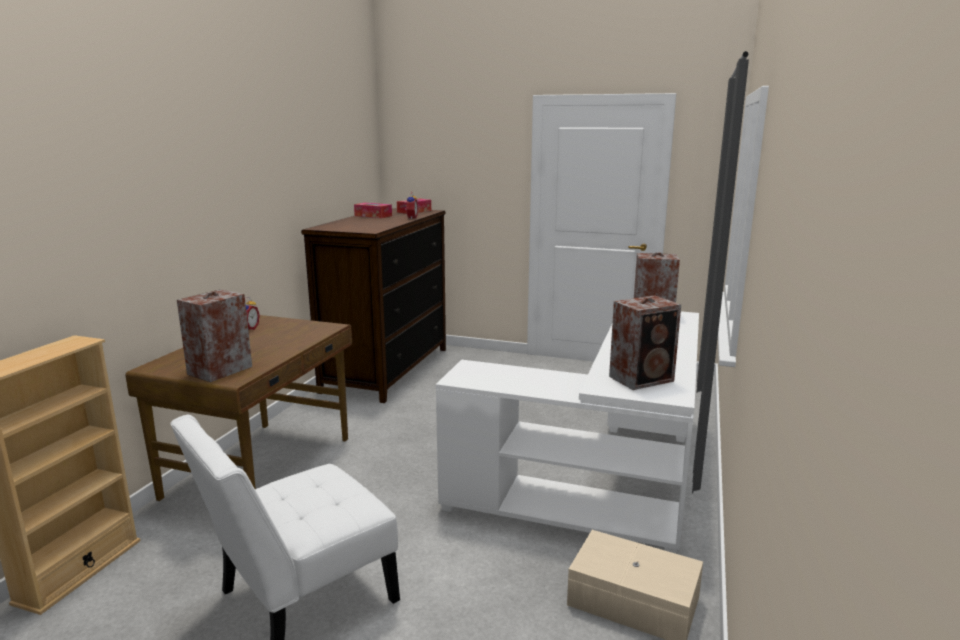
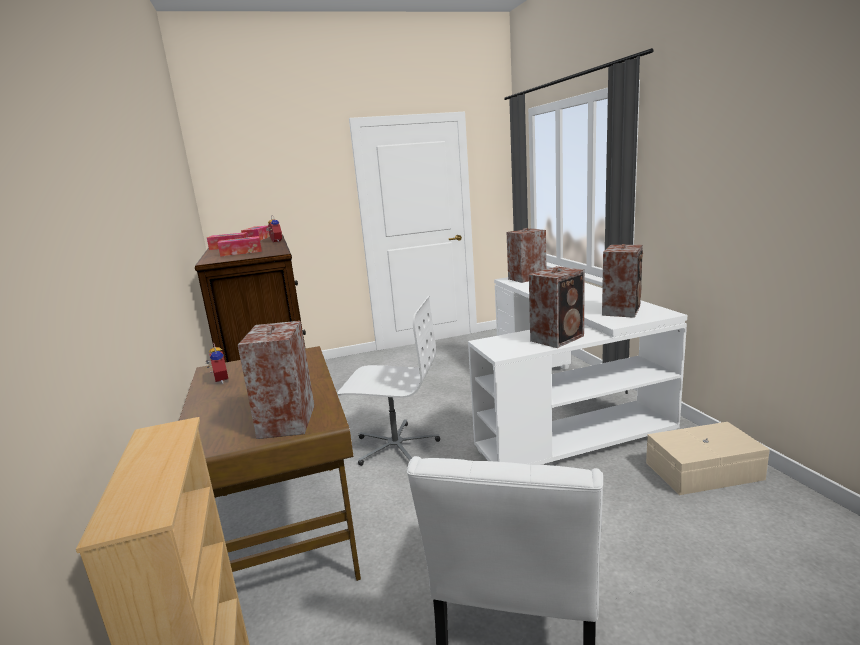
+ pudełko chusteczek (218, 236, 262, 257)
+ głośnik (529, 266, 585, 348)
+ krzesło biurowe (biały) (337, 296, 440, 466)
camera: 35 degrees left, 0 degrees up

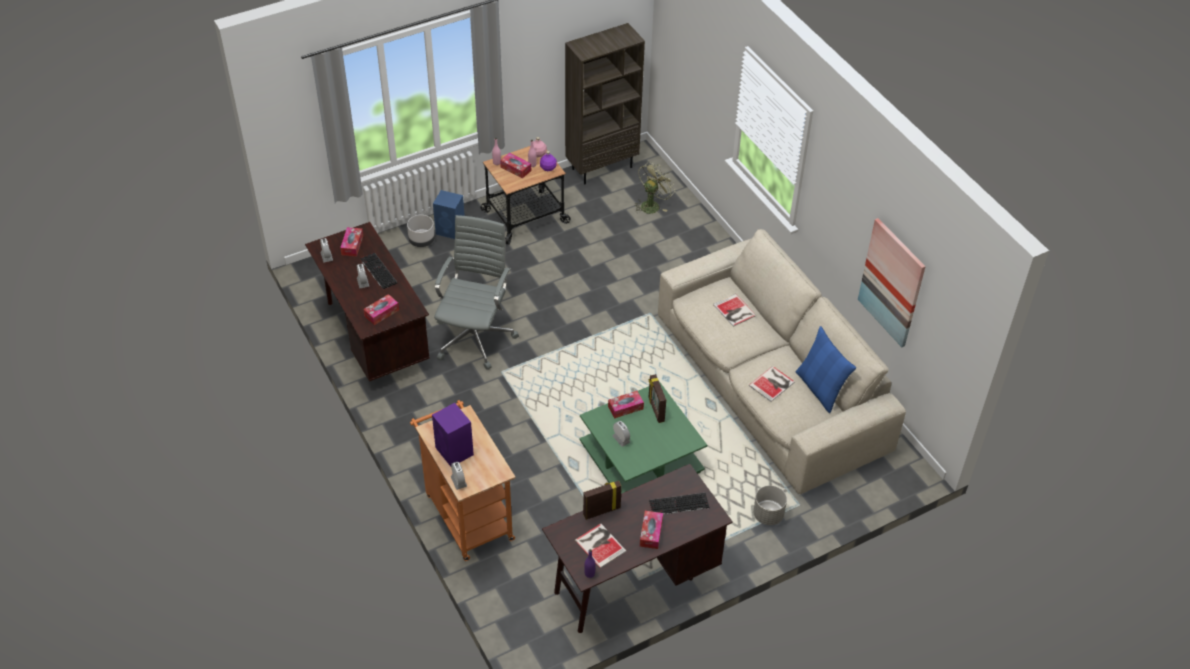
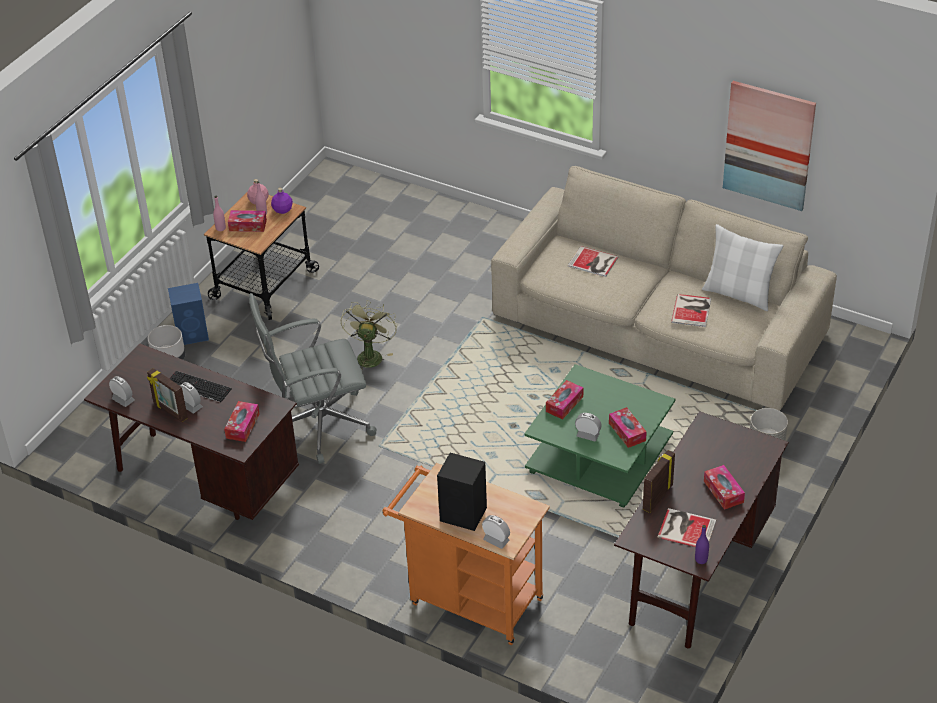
- regał (brązowy) (565, 23, 645, 184)
~ wentylator (zielony) (635, 161, 676, 214) to (341, 300, 397, 371)
~ krzesło biurowe (szary) (434, 215, 519, 369) = (249, 293, 376, 464) 90 degrees counterclockwise
~ pudełko chusteczek (340, 227, 363, 256) to (609, 407, 647, 448)
~ poduszka (niebieski) (796, 326, 856, 413) to poduszka (biały) (702, 224, 783, 311)
~ ramka na zdjęcie (649, 374, 666, 423) to (147, 368, 188, 422)
~ głośnik (fioletowy) (432, 403, 474, 466) to głośnik (czarny) (437, 453, 487, 531)
- klawiatura (649, 493, 709, 515)
camera: 30 degrees left, 5 degrees down

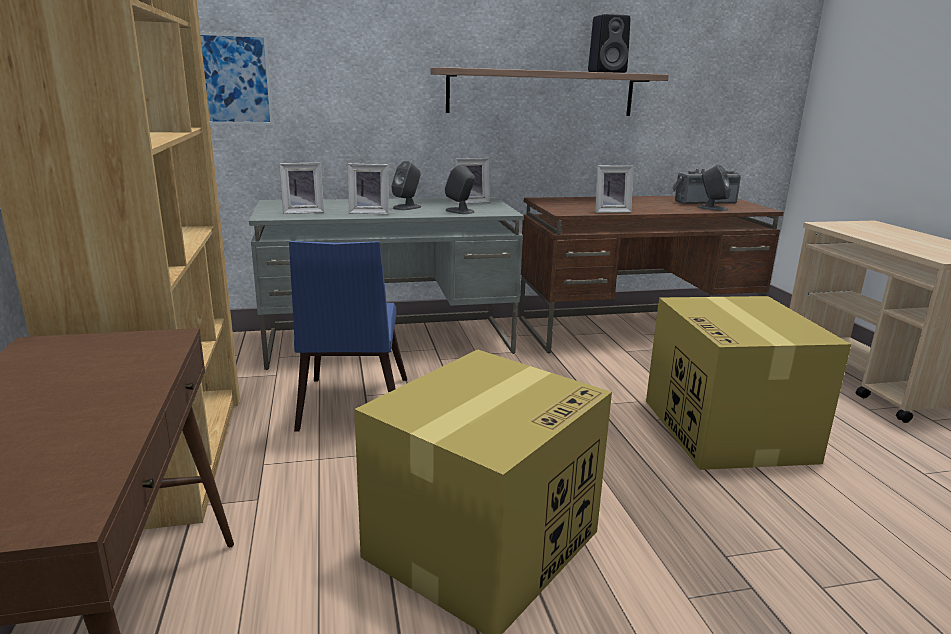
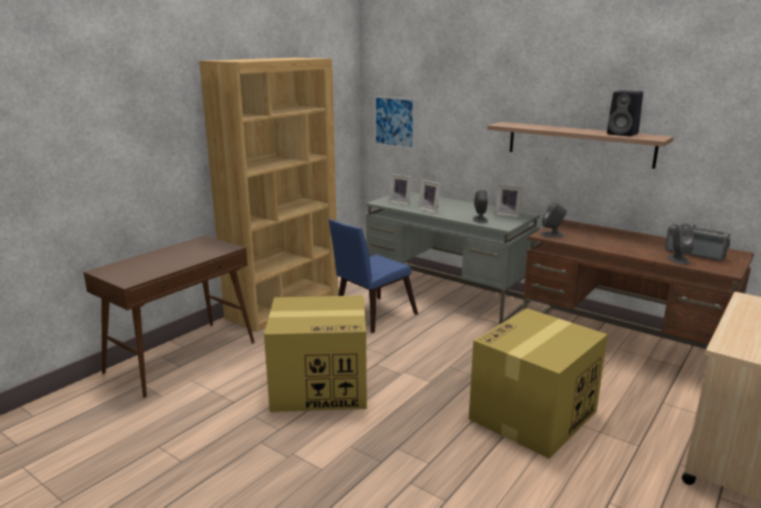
~ głośnik (szary) (391, 161, 421, 210) to (541, 202, 567, 237)
- ramka na zdjęcie (595, 166, 633, 213)
camera: 50 degrees right, 0 degrees up

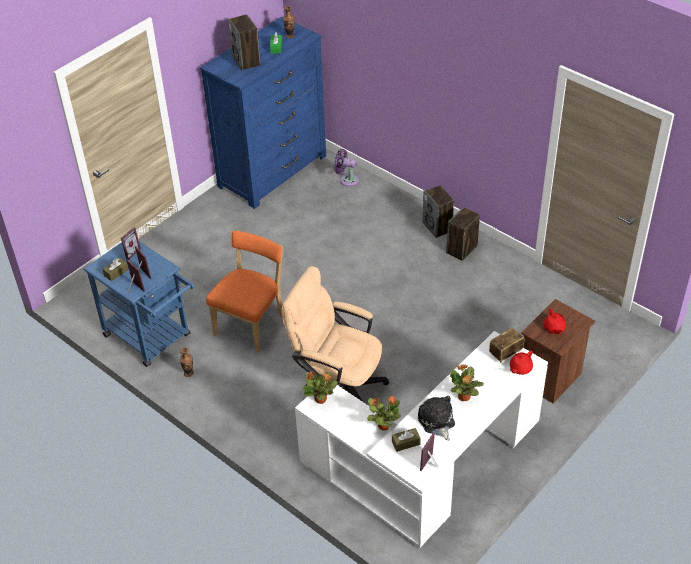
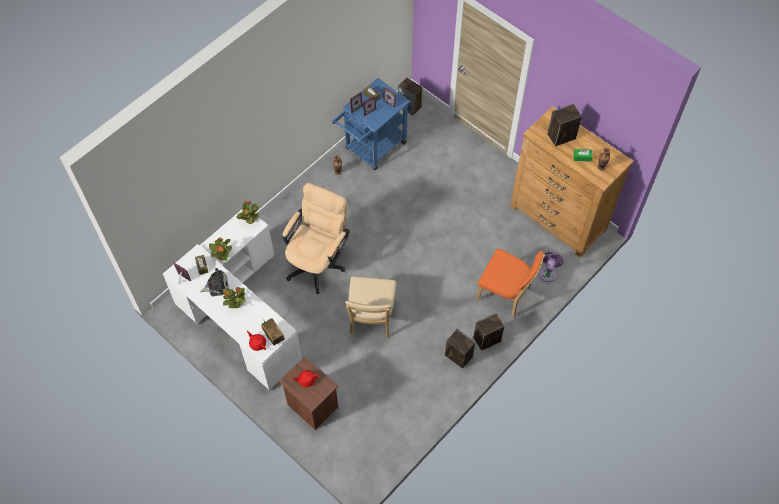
~ komoda (niebieski) (200, 17, 326, 209) to komoda (brązowy) (510, 106, 633, 258)
~ krzesło (pomarańczowy) (206, 230, 283, 353) to (476, 248, 545, 317)
+ głośnik (398, 78, 423, 116)
+ krzesło (beżowy) (345, 276, 396, 337)
camera: 90 degrees right, 15 degrees up

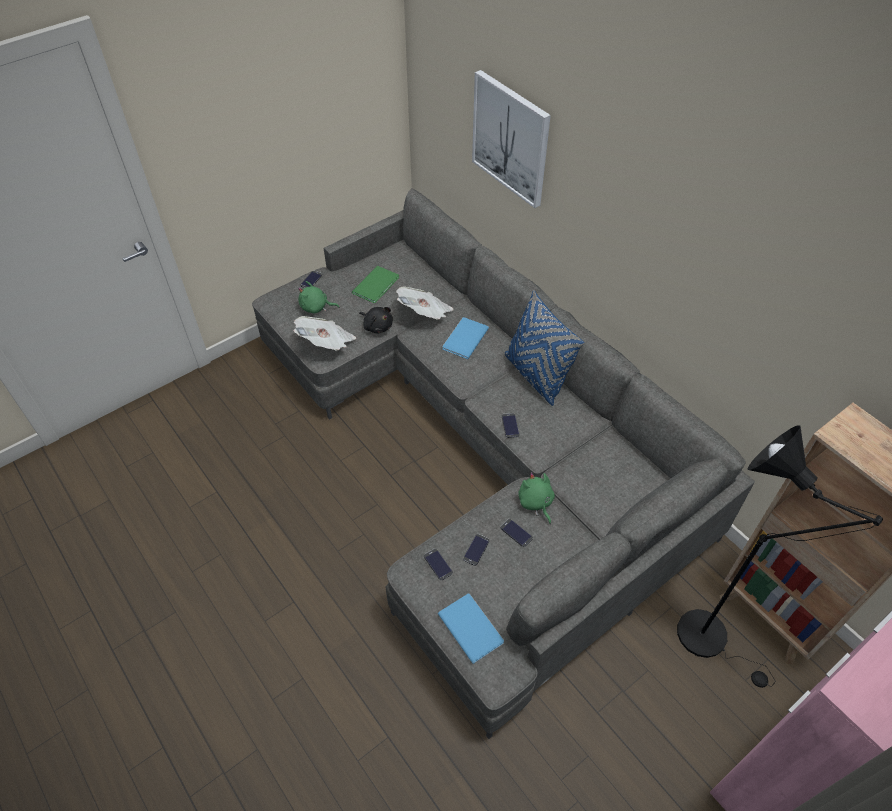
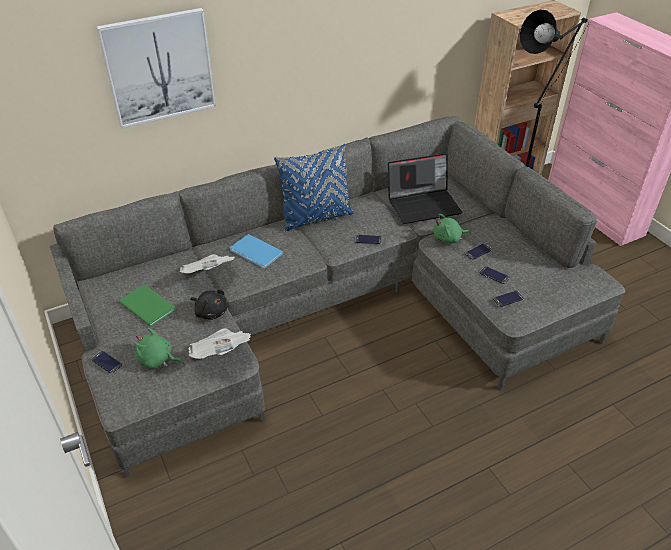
~ pluszak (zielony) (298, 281, 339, 313) = (135, 328, 184, 368) 90 degrees clockwise
~ pluszak (czarny) (359, 307, 393, 334) = (190, 290, 227, 320) 75 degrees clockwise
- książka (niebieski) (438, 594, 504, 664)
+ laptop (388, 153, 462, 224)
camera: 80 degrees left, 10 degrees down

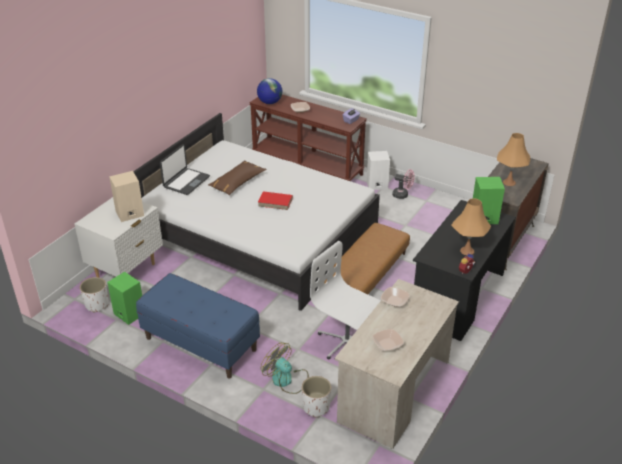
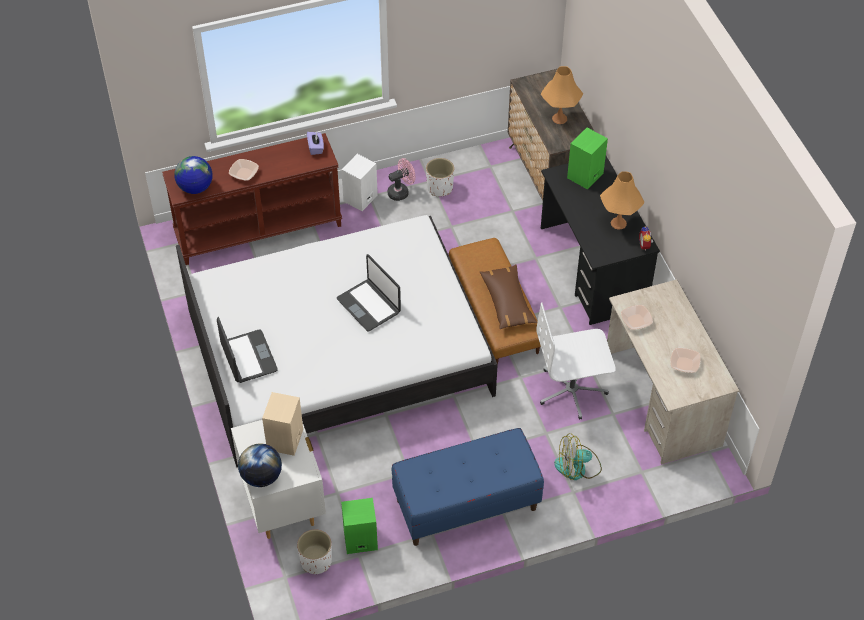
~ poduszka (brązowy) (208, 160, 267, 195) to (480, 264, 537, 329)
~ książka (czerwony) (258, 191, 293, 210) to laptop (337, 254, 401, 332)
~ donica (biały) (302, 376, 331, 418) to (426, 158, 454, 196)
+ globus (238, 443, 282, 487)
camera: 50 degrees left, 15 degrees up

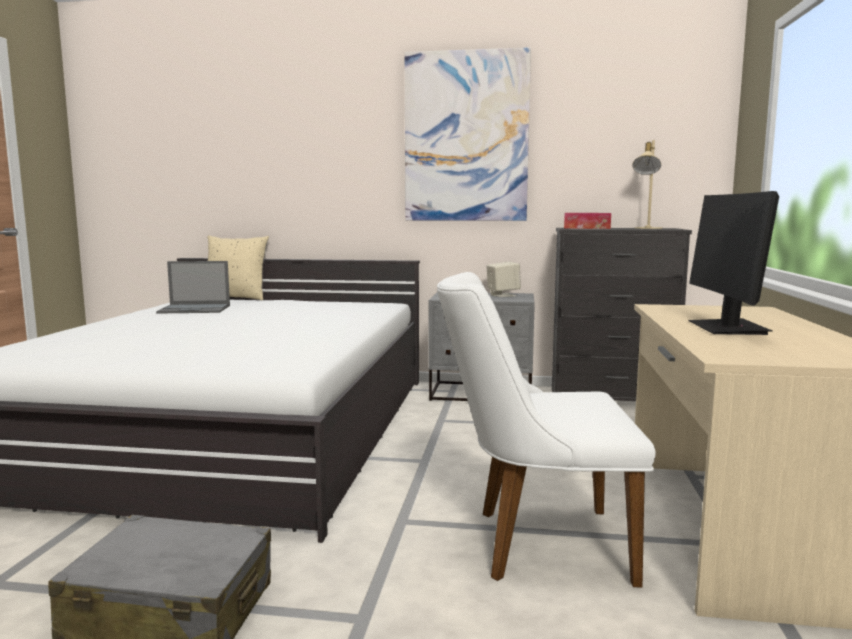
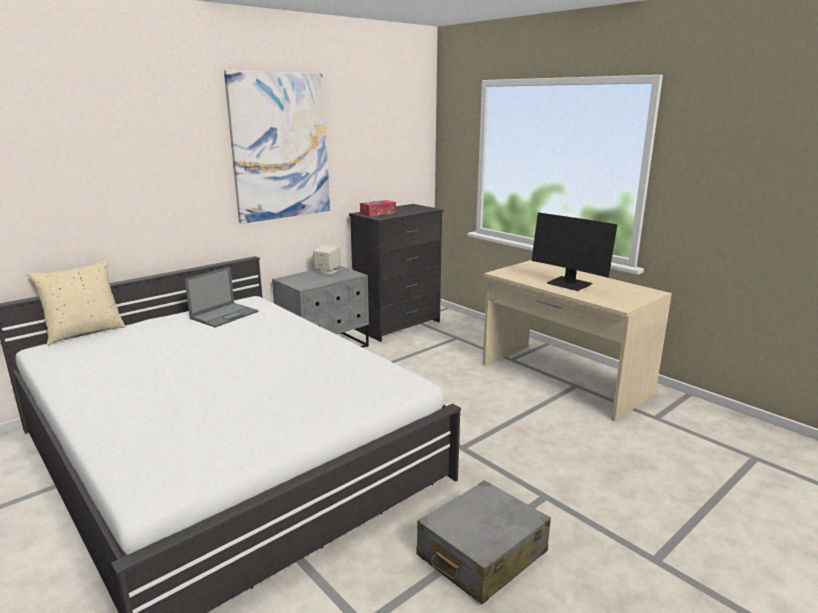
- lampa stołowa (beżowy) (632, 140, 663, 229)
~ laptop (156, 261, 230, 314) to (185, 267, 259, 327)
- krzesło (biały) (437, 272, 656, 587)
camera: 50 degrees left, 10 degrees up

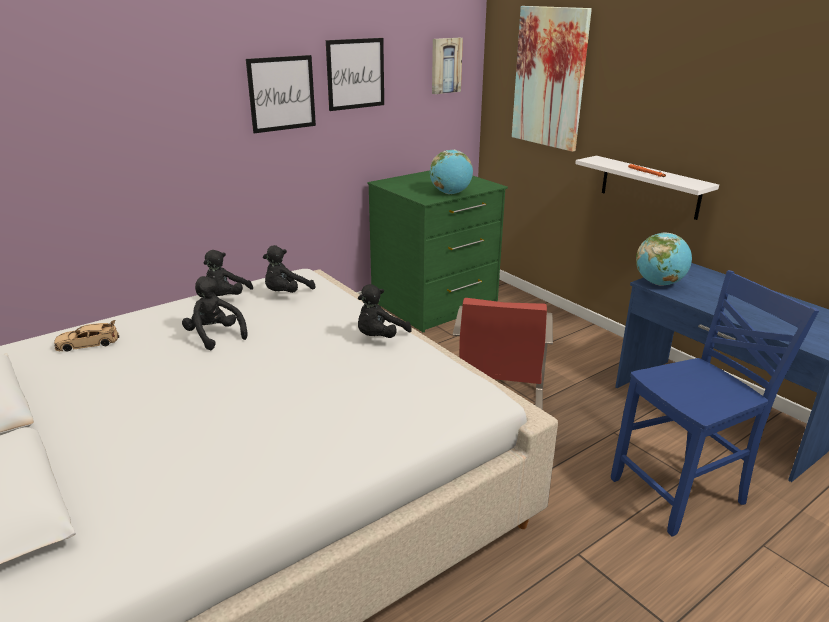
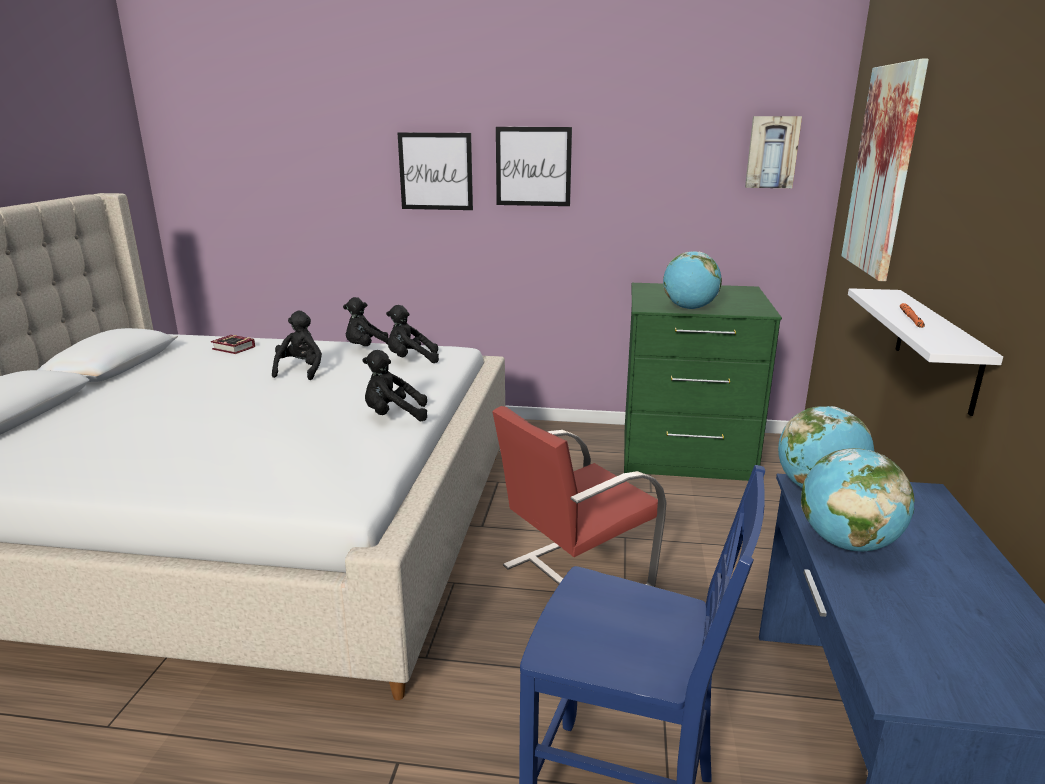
~ obraz (326, 38, 384, 111) to (398, 132, 473, 210)
~ samochodzik (beżowy) (54, 320, 119, 352) to książka (211, 335, 255, 354)
+ globus (801, 448, 915, 551)
camera: 45 degrees right, 5 degrees down

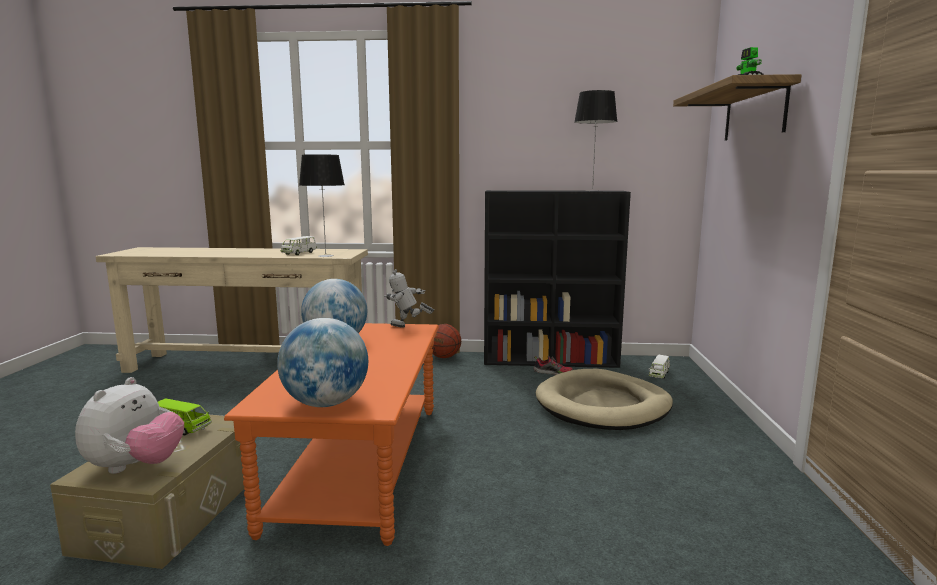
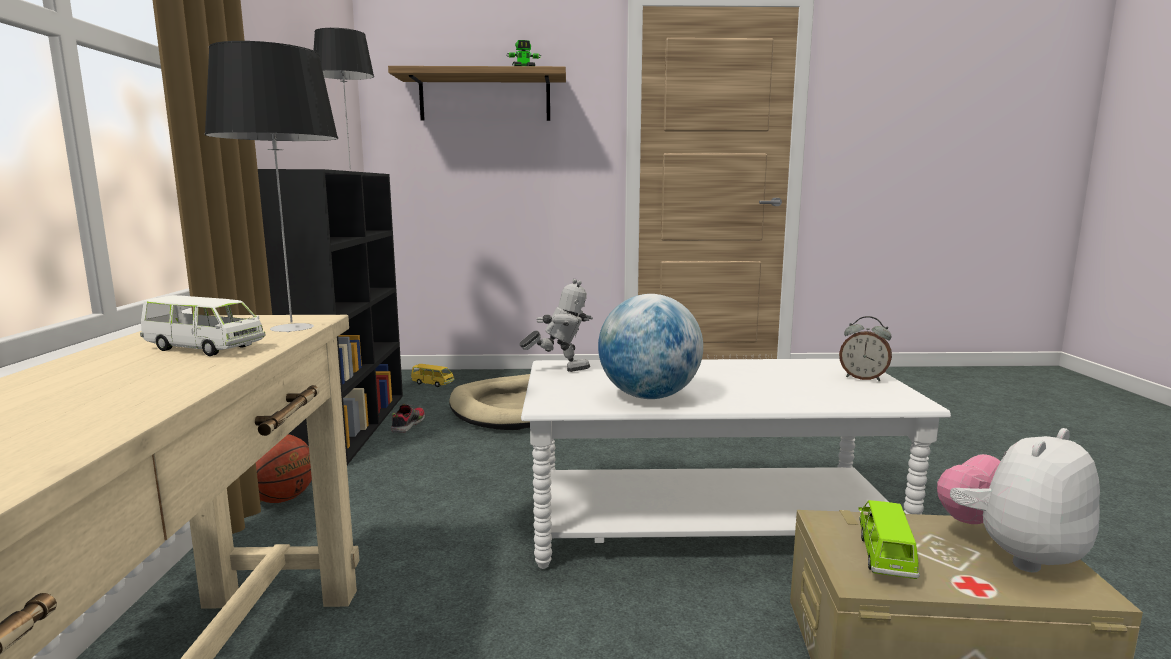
~ robot zabawkowy (384, 269, 434, 328) = (519, 279, 593, 372) 105 degrees counterclockwise
~ globus (277, 318, 368, 407) to budzik (839, 316, 892, 381)
~ ława (pomarańczowy) (224, 323, 439, 546) to ława (biały) (521, 359, 951, 569)
~ samochodzik (biały) (649, 355, 670, 379) to samochodzik (żółty) (411, 364, 454, 387)
~ pluszak (75, 377, 184, 474) = (937, 428, 1100, 573) 45 degrees counterclockwise
camera: 95 degrees left, 0 degrees up

